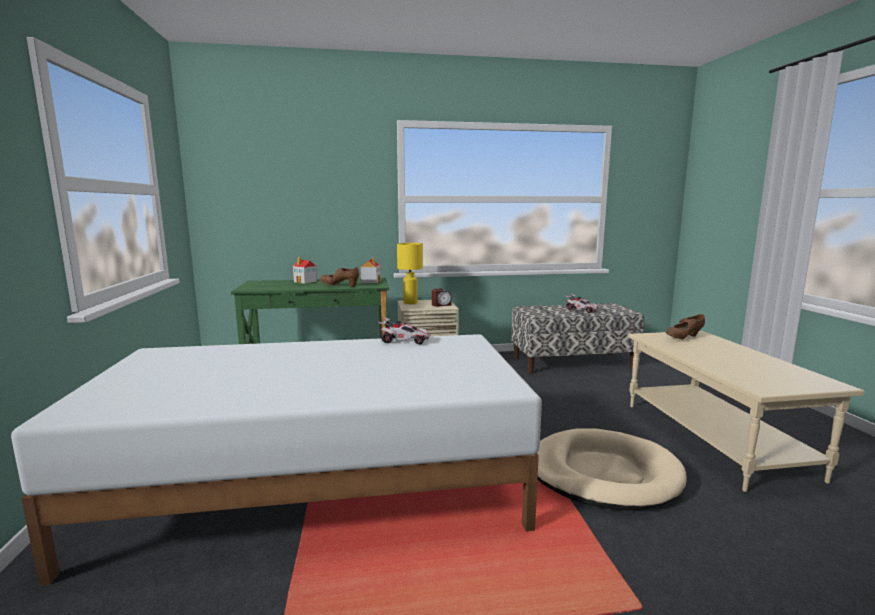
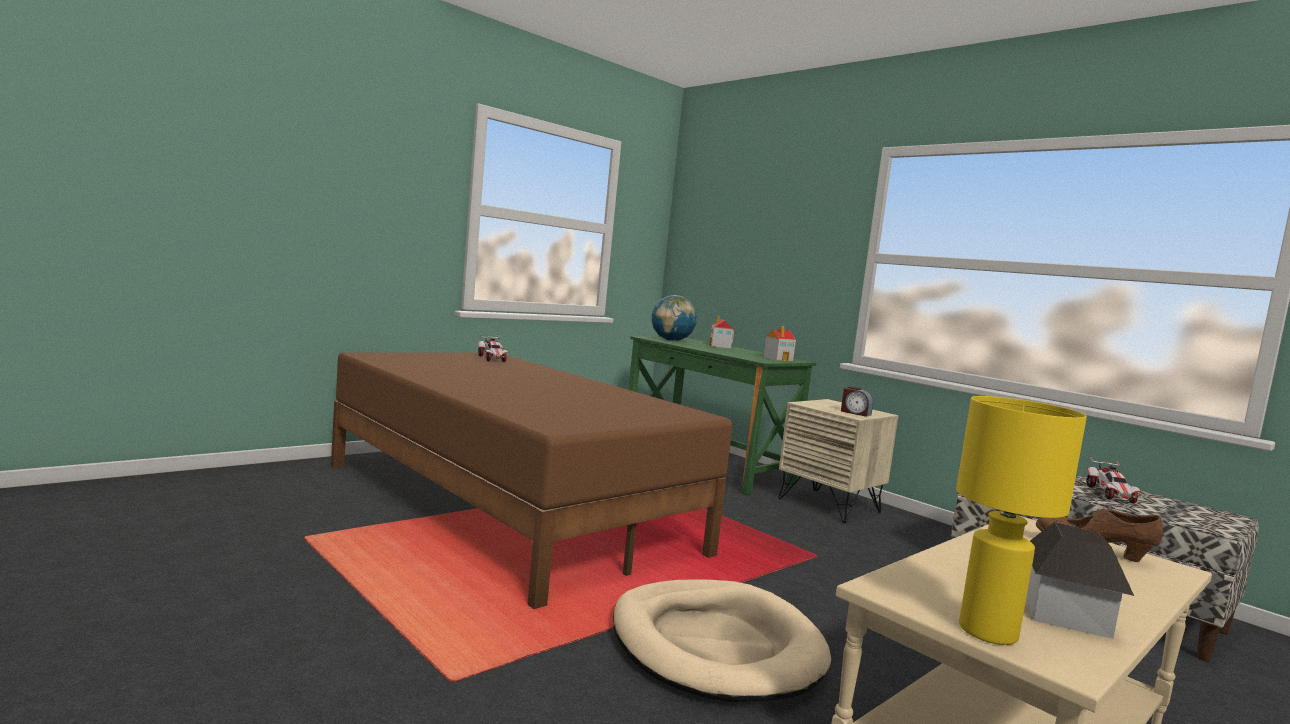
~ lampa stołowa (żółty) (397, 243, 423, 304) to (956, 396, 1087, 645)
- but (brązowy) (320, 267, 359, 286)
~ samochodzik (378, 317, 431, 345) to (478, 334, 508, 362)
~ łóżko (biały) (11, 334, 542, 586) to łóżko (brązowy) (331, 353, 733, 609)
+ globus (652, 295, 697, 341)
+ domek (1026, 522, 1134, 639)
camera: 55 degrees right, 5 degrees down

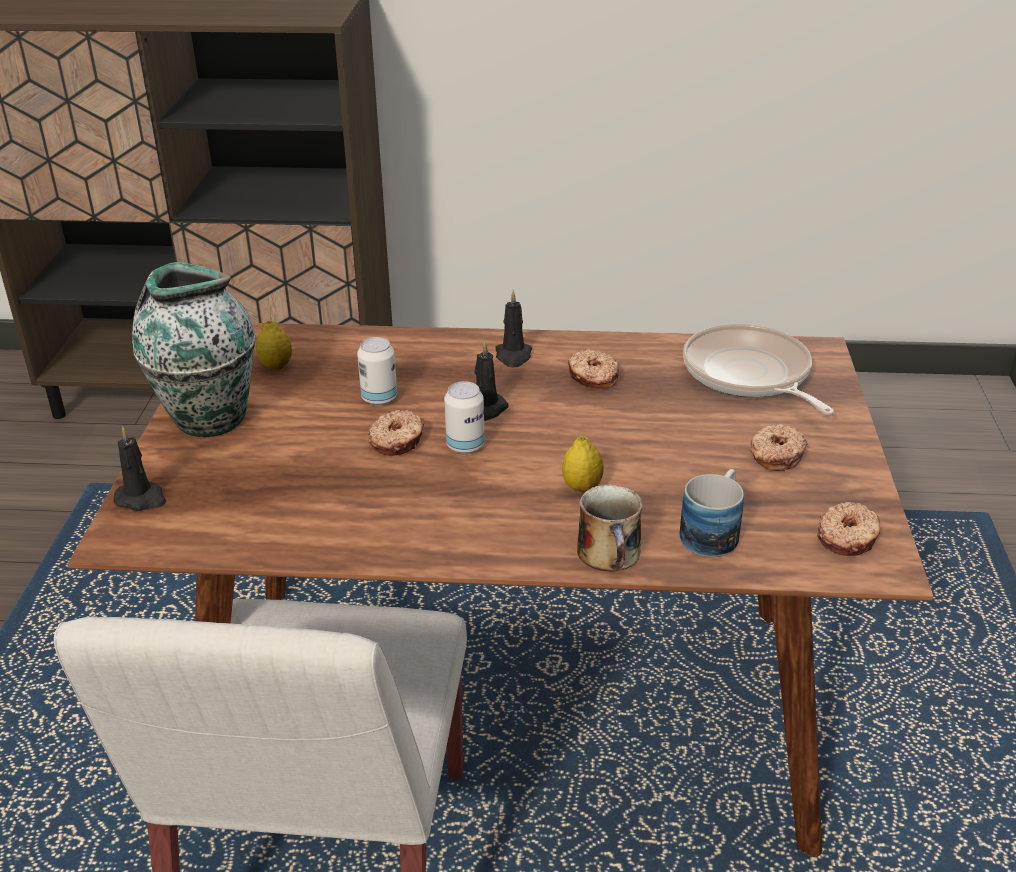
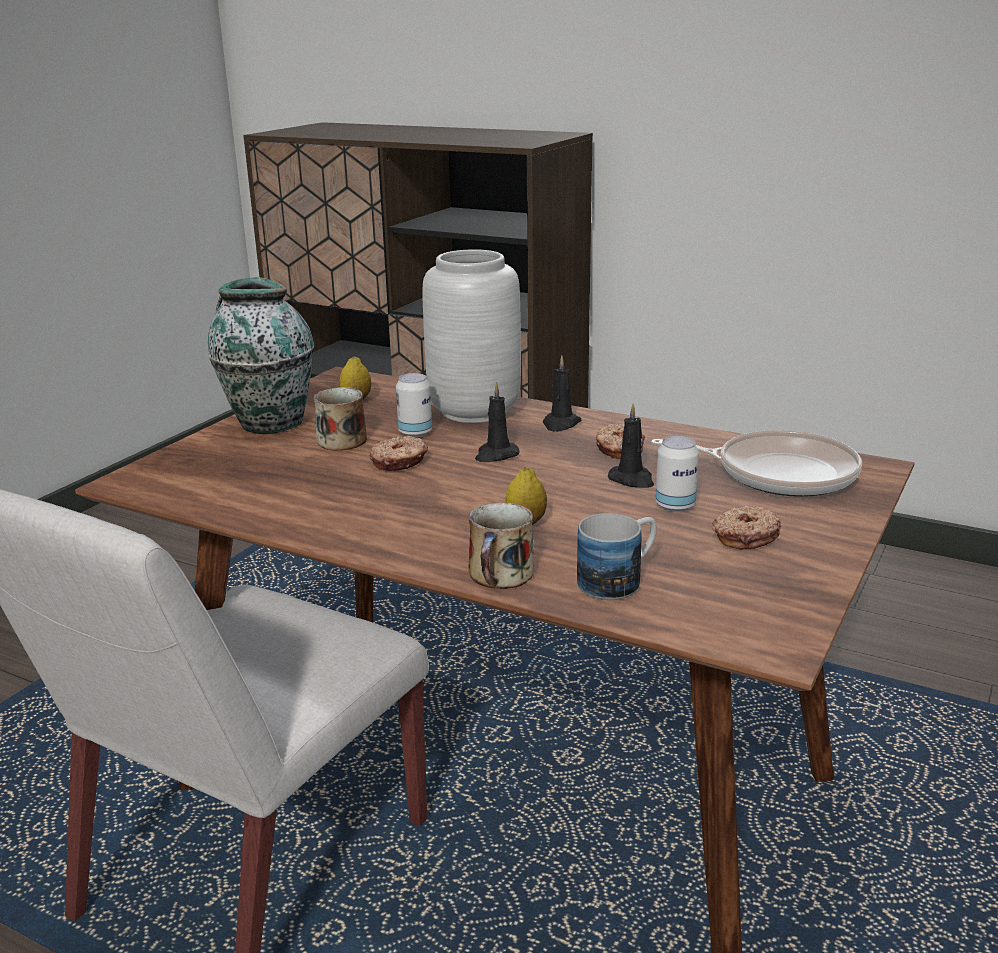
~ patelnia (683, 324, 834, 415) = (651, 430, 862, 497) 105 degrees clockwise
~ puszka (444, 381, 485, 454) to (655, 436, 699, 512)
~ świeca (czarny) (114, 426, 166, 511) to (608, 403, 654, 488)
- donut (817, 502, 881, 556)
+ wazon (szary) (423, 249, 521, 423)
+ kubek (314, 387, 367, 451)
camera: 25 degrees right, 10 degrees down

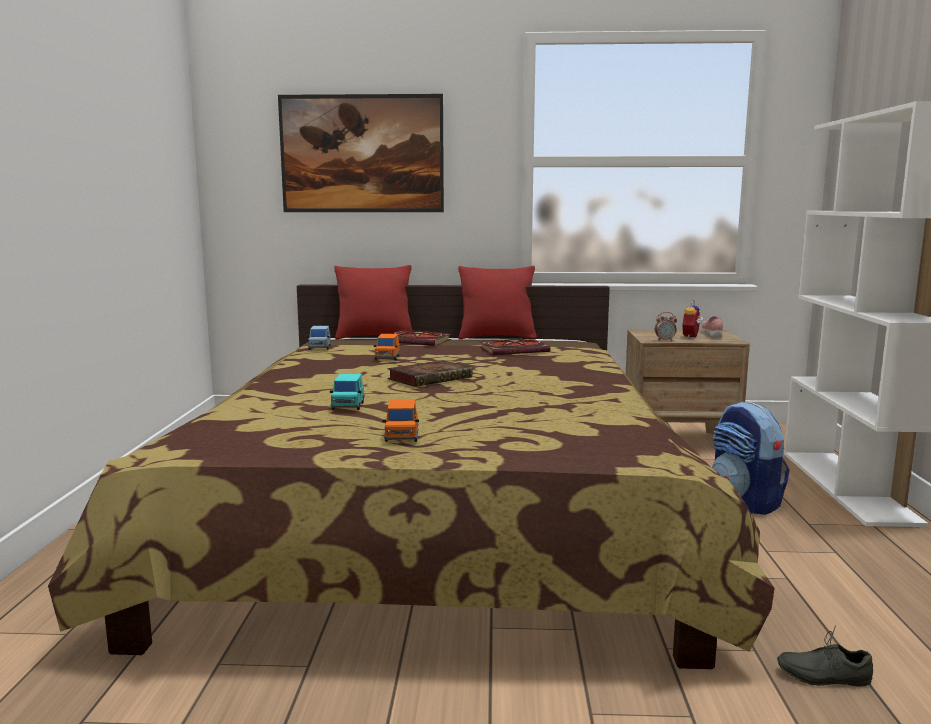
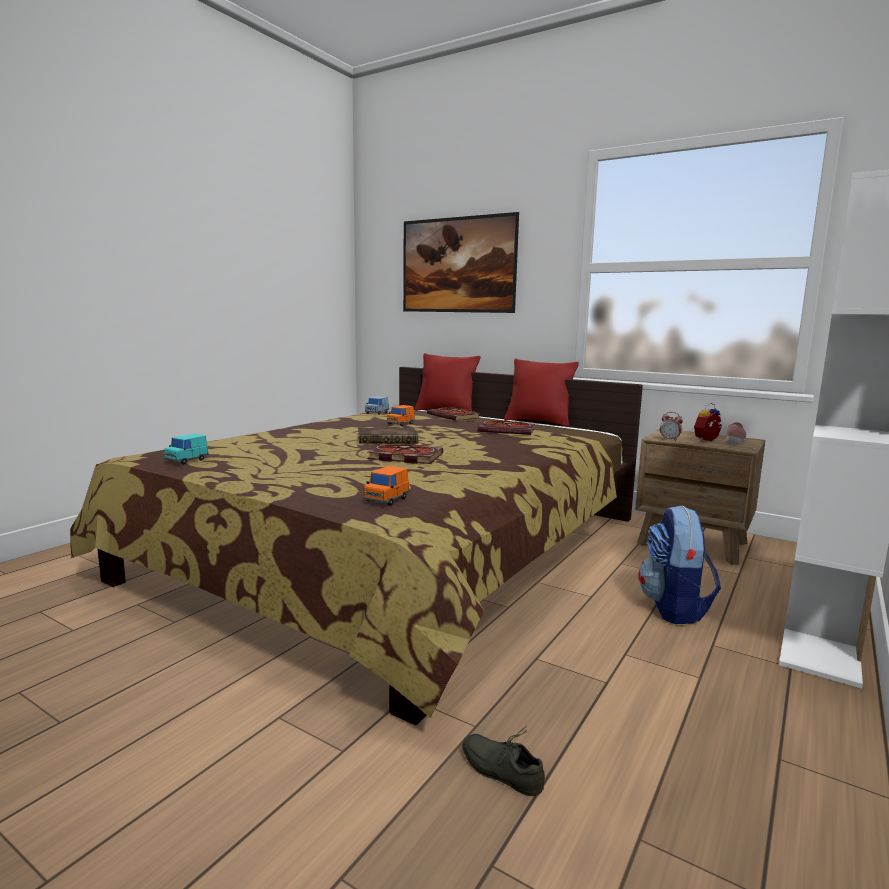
~ samochodzik (turkusowy) (330, 374, 365, 410) to (164, 434, 209, 464)
~ samochodzik (pomarańczowy) (383, 399, 419, 442) to (363, 466, 410, 506)
+ książka (367, 443, 443, 464)
camera: 30 degrees right, 0 degrees up

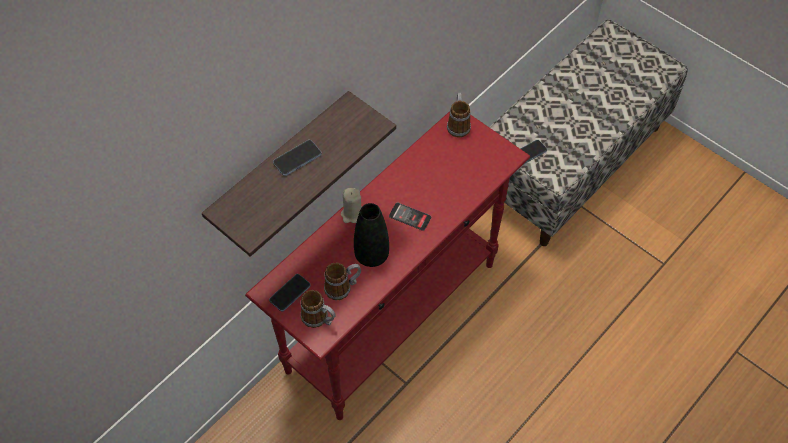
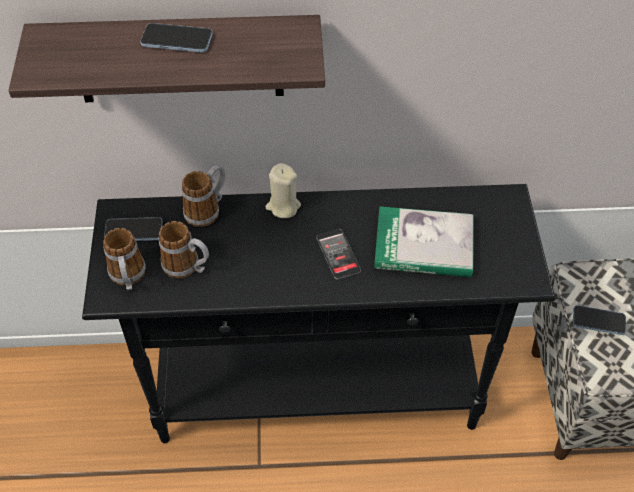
~ kubek (447, 93, 471, 138) to (182, 165, 225, 227)
~ stolik konsolowy (czerwony) (245, 111, 530, 420) to stolik konsolowy (czarny) (82, 184, 556, 443)
- wazon (czarny) (354, 203, 389, 267)
+ książka (374, 206, 474, 277)
camera: 45 degrees right, 5 degrees down

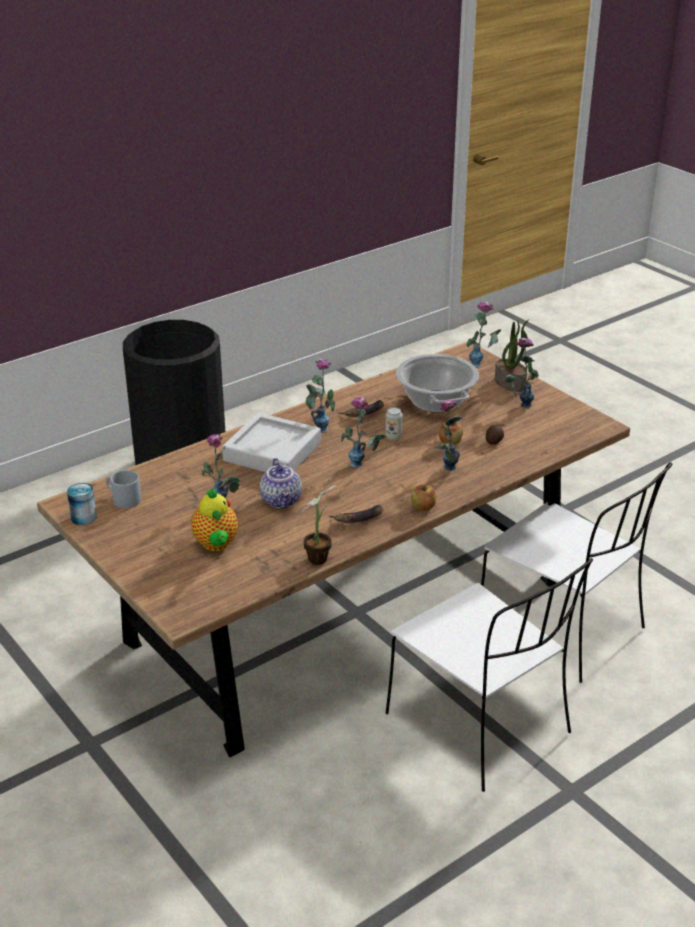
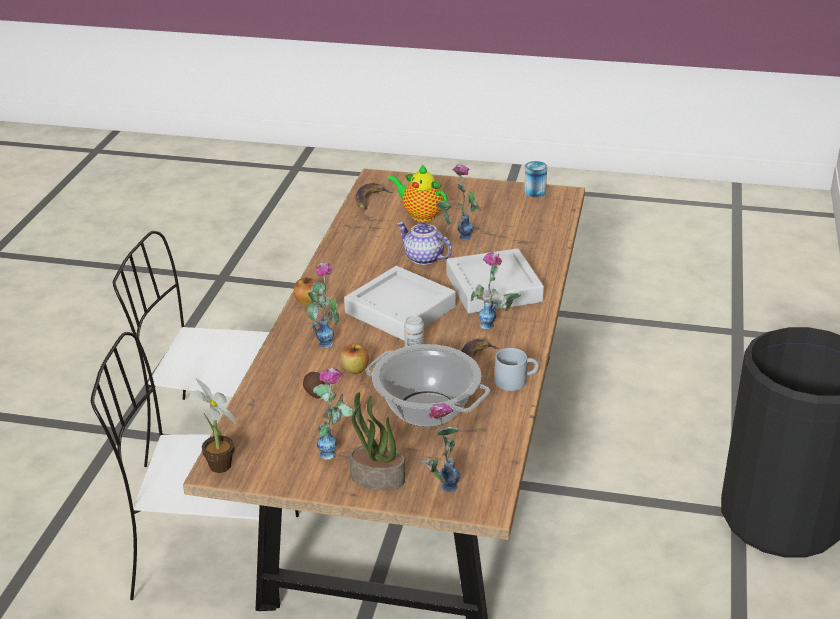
~ wazon (341, 397, 386, 468) to taca (szary) (344, 266, 456, 341)
~ kubek (szary) (106, 470, 141, 508) to (495, 348, 538, 391)
~ roślina doniczkowa (297, 485, 336, 565) to (190, 379, 237, 473)
~ banan (328, 505, 383, 523) to (355, 183, 393, 210)
camera: 140 degrees right, 0 degrees up

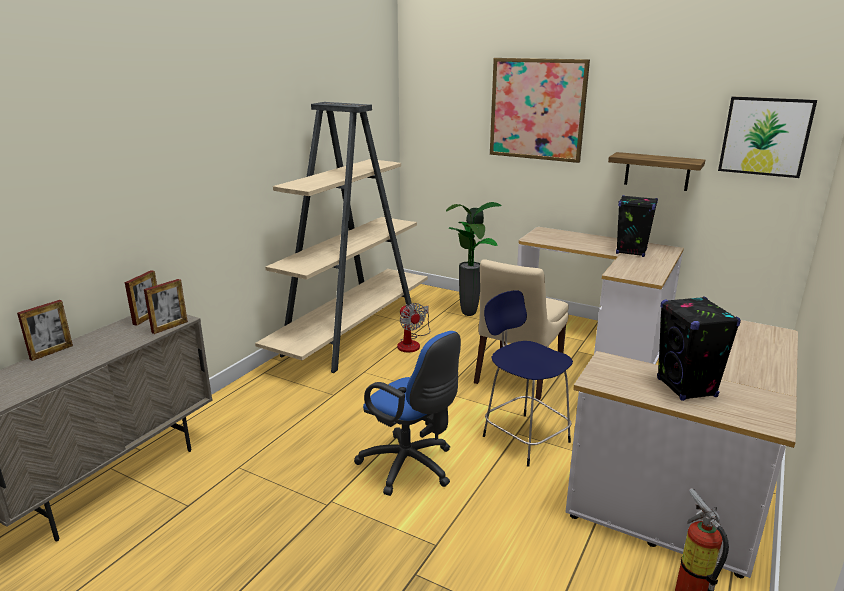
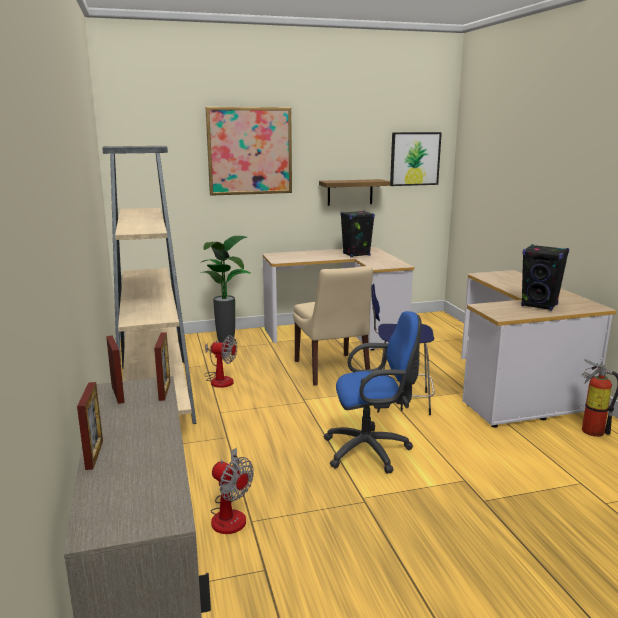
+ wentylator (211, 448, 254, 534)
camera: 45 degrees left, 5 degrees down

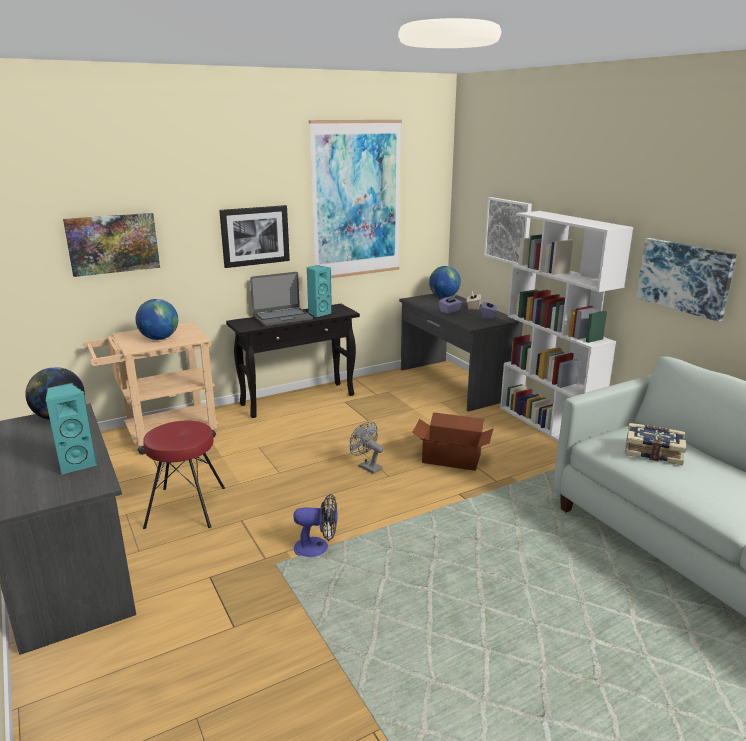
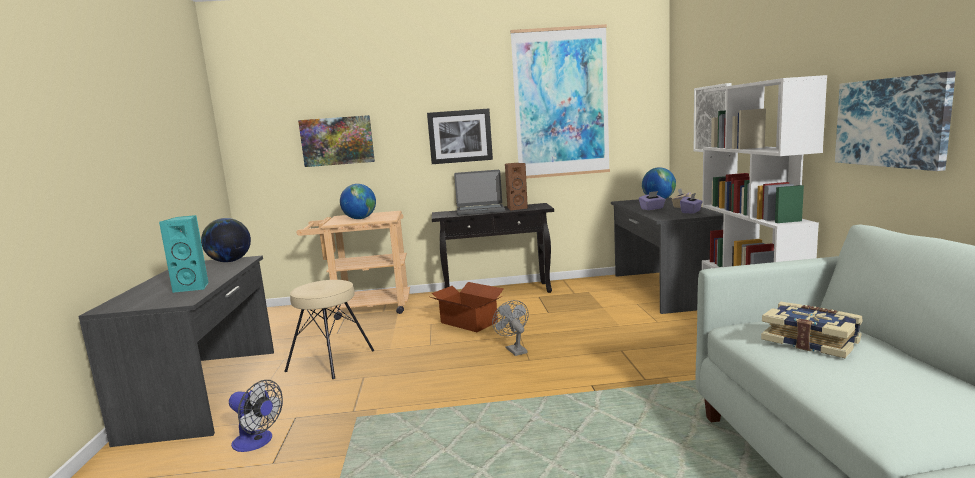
~ głośnik (turkusowy) (307, 265, 332, 318) to głośnik (brązowy) (505, 163, 528, 211)
~ karton (412, 412, 494, 471) to (431, 282, 504, 332)
~ stołek (czerwony) (143, 421, 225, 529) to stołek (beżowy) (284, 280, 375, 379)
~ wentylator (293, 494, 337, 557) to (229, 380, 283, 452)
camera: 25 degrees right, 10 degrees down

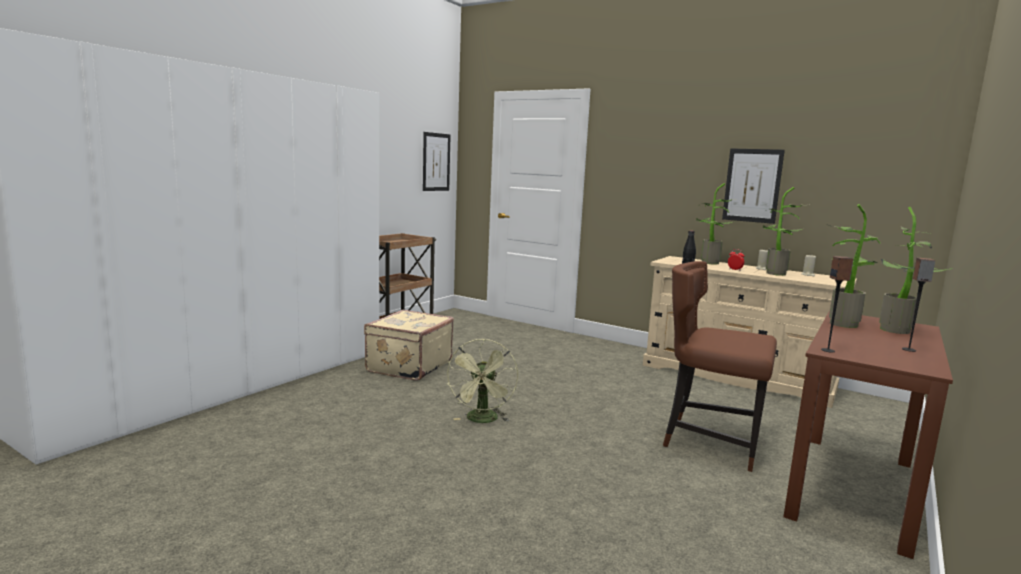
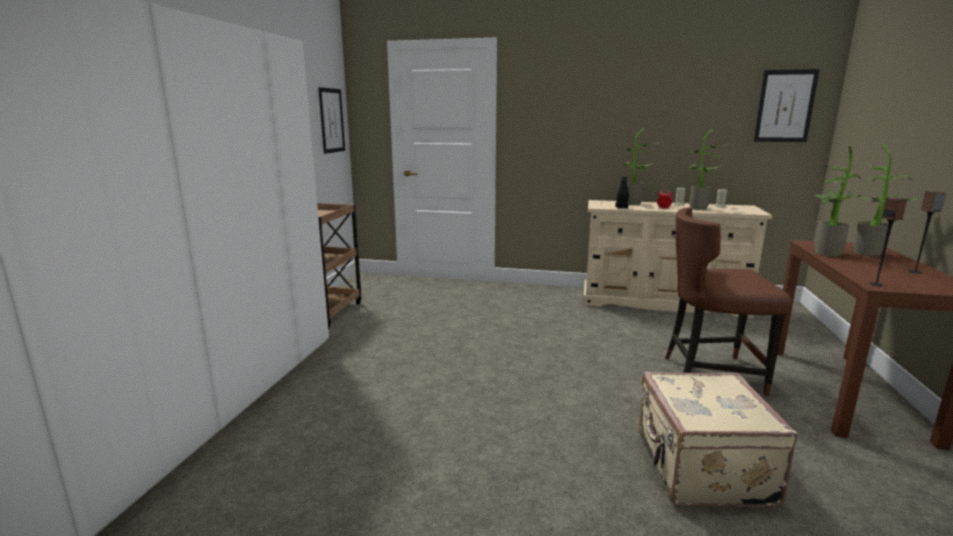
~ obraz (722, 148, 785, 224) to (754, 69, 820, 142)
~ walizka (beżowy) (364, 310, 454, 381) to (639, 372, 798, 507)
- wentylator (zielony) (446, 339, 518, 423)
camera: 20 degrees left, 5 degrees up

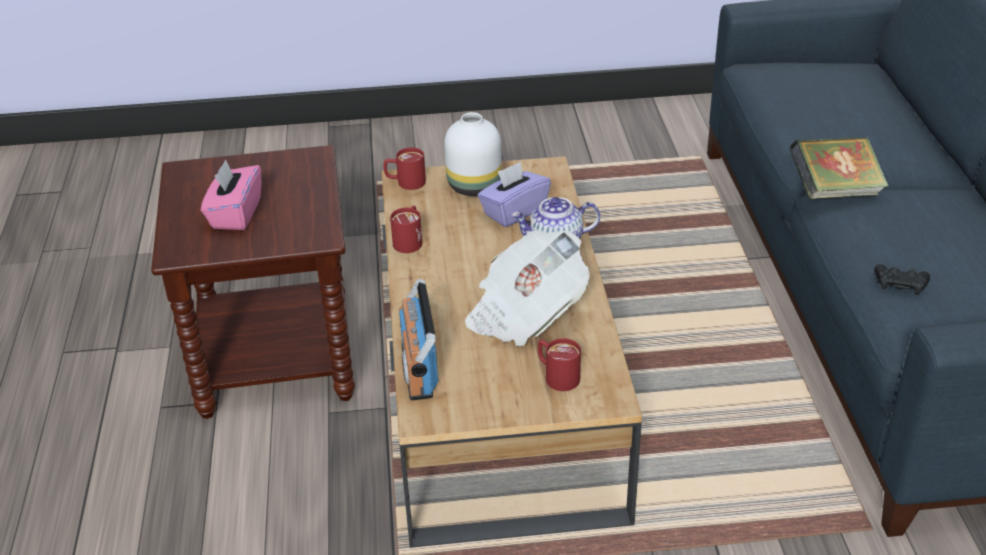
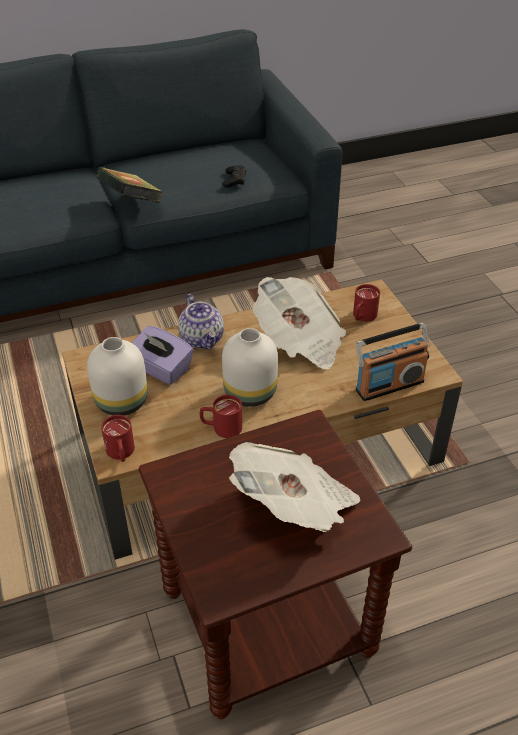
~ pudełko chusteczek (różowy) (201, 159, 261, 230) to gazeta (229, 442, 360, 532)
+ wazon (biały) (222, 328, 278, 407)
camera: 105 degrees left, 5 degrees up

